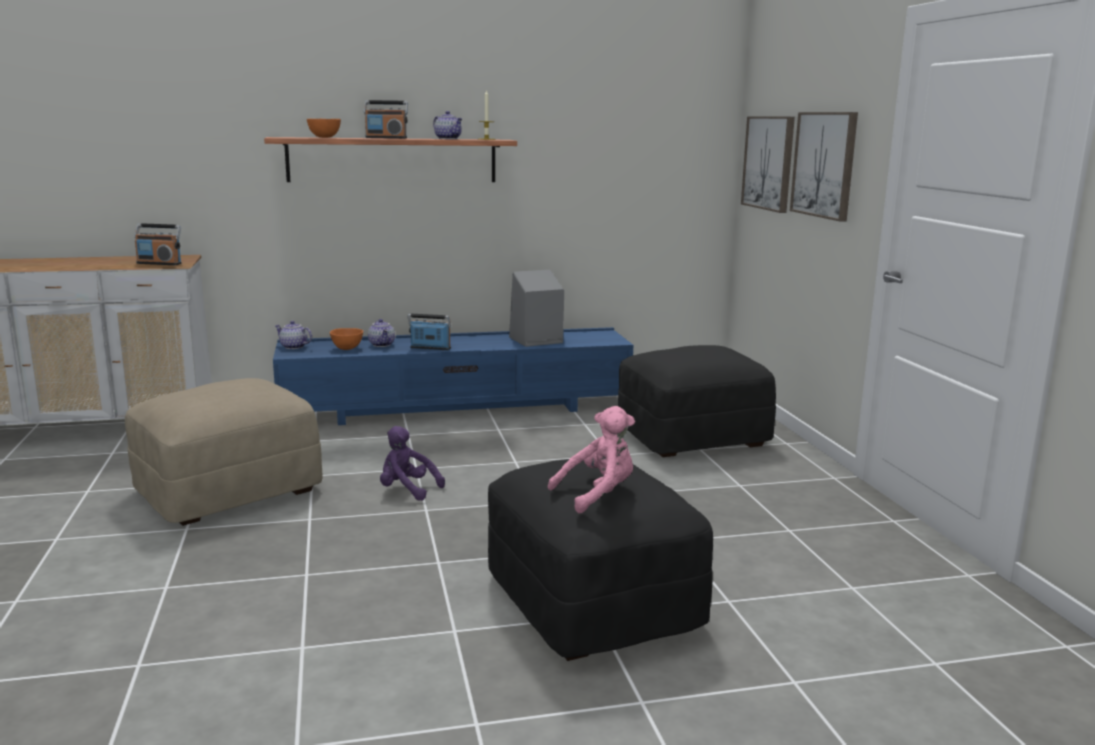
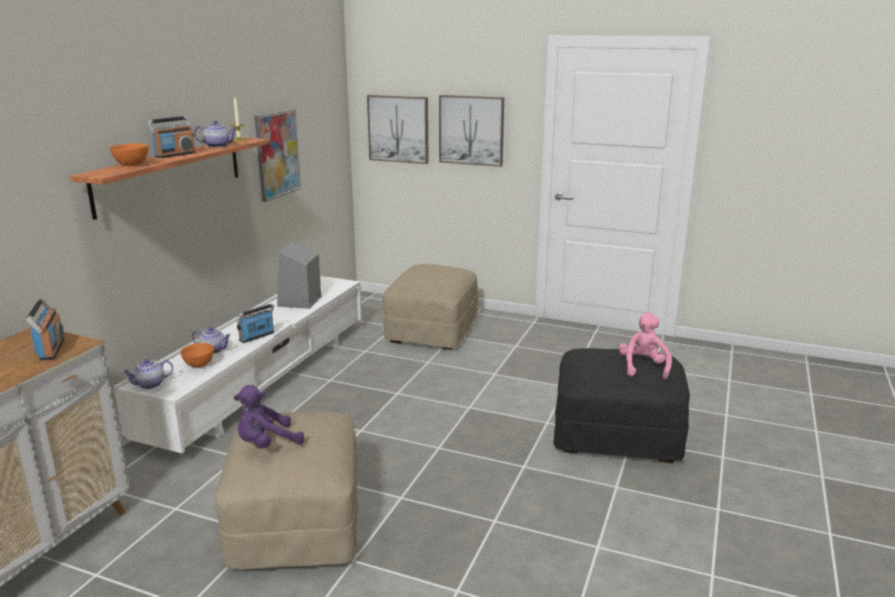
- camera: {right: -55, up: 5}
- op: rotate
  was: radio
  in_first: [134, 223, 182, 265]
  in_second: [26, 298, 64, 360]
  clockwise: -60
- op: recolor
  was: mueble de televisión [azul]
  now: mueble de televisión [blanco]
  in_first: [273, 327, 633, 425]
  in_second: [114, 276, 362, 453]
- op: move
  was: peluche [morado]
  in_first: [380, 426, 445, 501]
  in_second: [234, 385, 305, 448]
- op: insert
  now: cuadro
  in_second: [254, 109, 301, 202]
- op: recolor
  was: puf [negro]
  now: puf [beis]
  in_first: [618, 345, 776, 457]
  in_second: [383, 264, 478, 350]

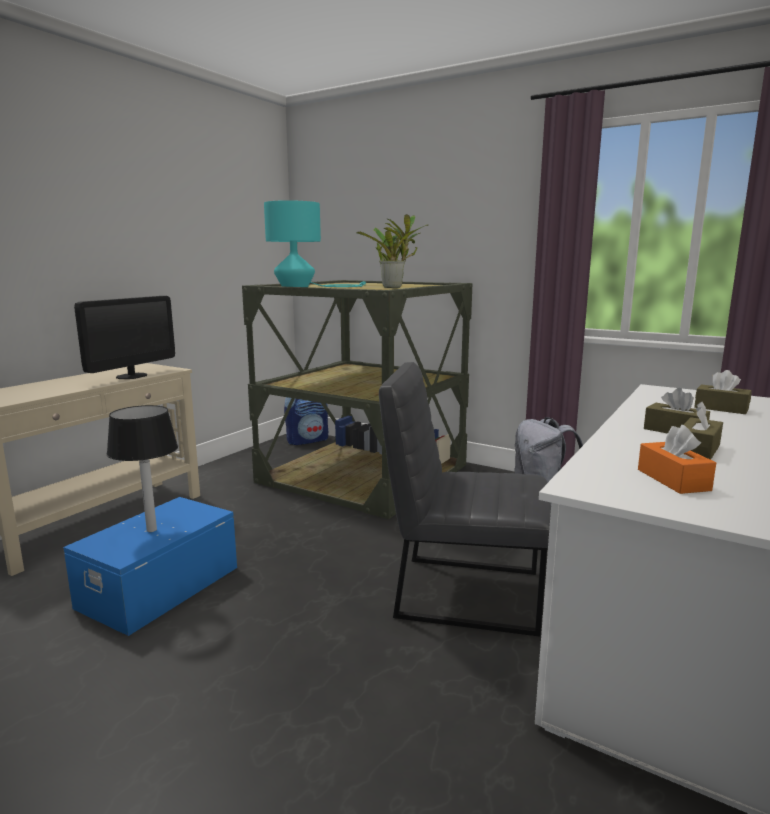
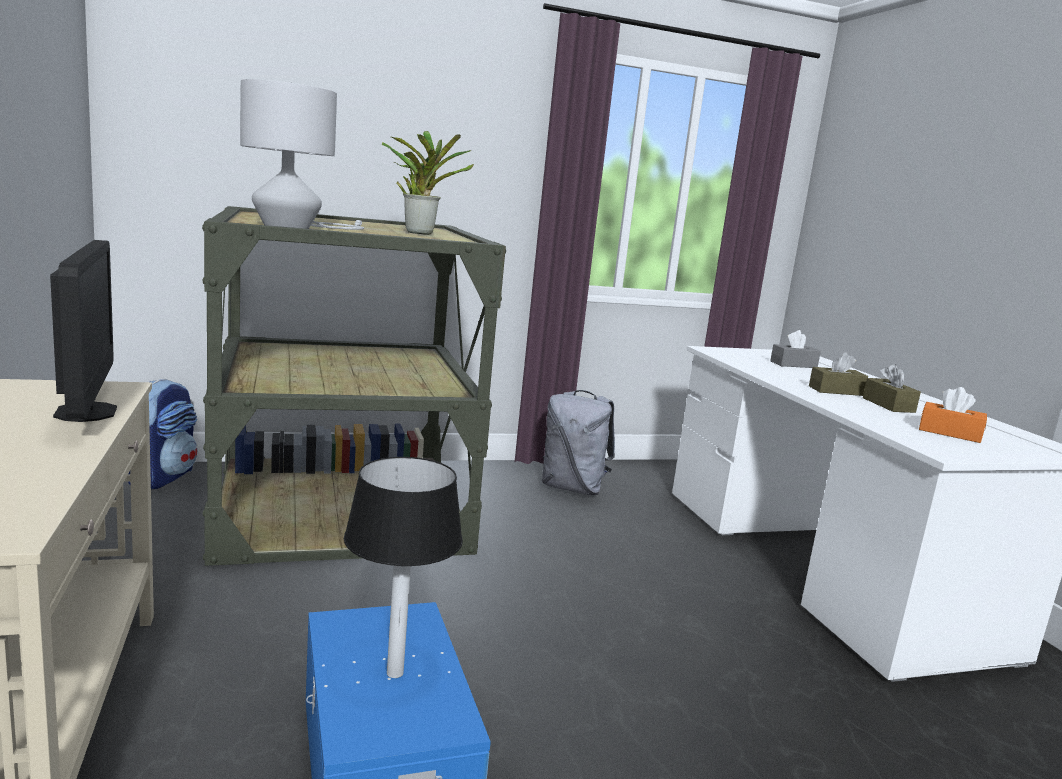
- camera: {right: -50, up: 0}
- op: recolor
  was: lámpara de mesa [turquesa]
  now: lámpara de mesa [gris]
  in_first: [264, 200, 366, 287]
  in_second: [240, 79, 364, 230]
- op: recolor
  was: caja de pañuelos [marrón]
  now: caja de pañuelos [gris]
  in_first: [694, 370, 752, 414]
  in_second: [770, 330, 821, 368]
- op: delete
  was: silla [gris]
  in_first: [379, 362, 551, 637]

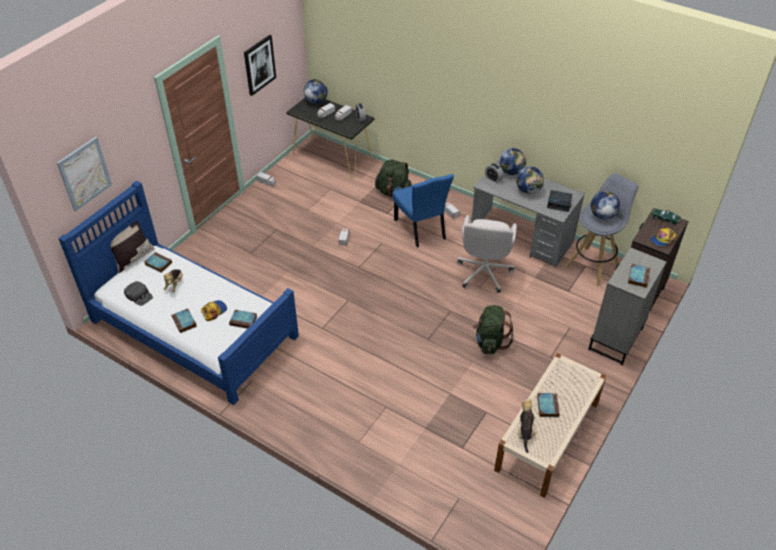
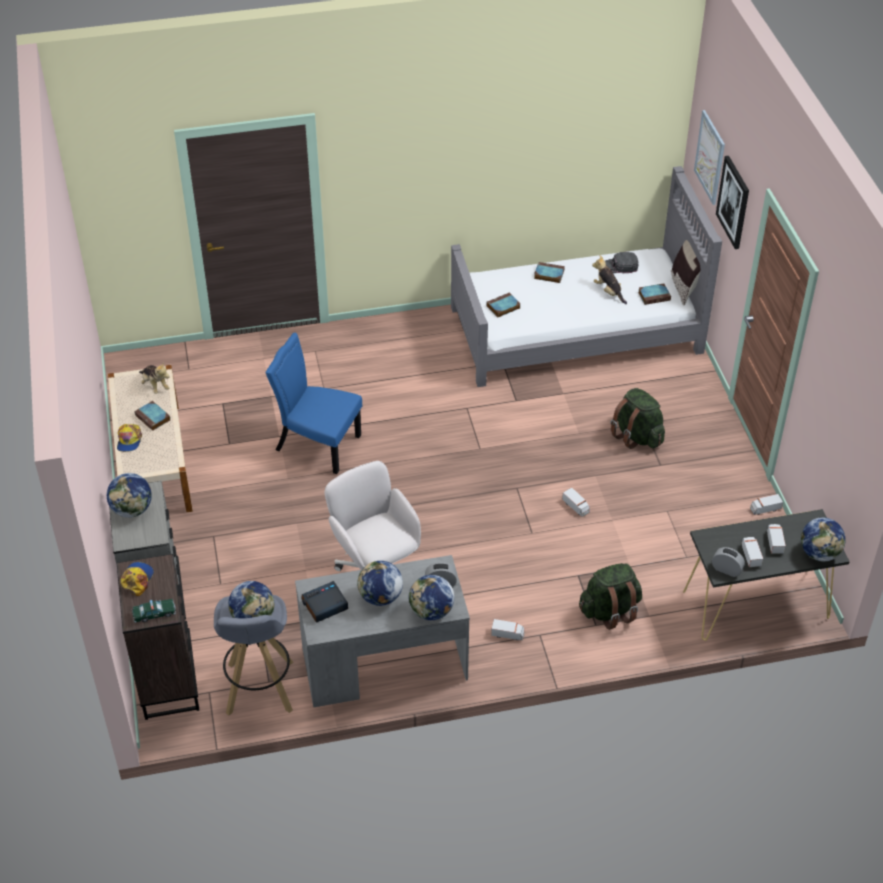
- camera: {right: 135, up: 0}
- op: replace
  was: libro
  now: globo terráqueo
  in_first: [628, 264, 650, 288]
  in_second: [107, 473, 152, 518]
- op: move
  was: gorra
  in_first: [201, 300, 227, 321]
  in_second: [117, 424, 142, 452]
- op: move
  was: silla [azul]
  in_first: [392, 174, 454, 248]
  in_second: [265, 333, 362, 474]
- op: recolor
  was: cama [azul]
  now: cama [gris]
  in_first: [58, 181, 299, 405]
  in_second: [451, 166, 722, 387]
- op: move
  was: mochila [verde]
  in_first: [473, 305, 514, 354]
  in_second: [611, 388, 665, 449]
- op: move
  was: cuadro
  in_first: [244, 35, 276, 96]
  in_second: [716, 156, 749, 249]

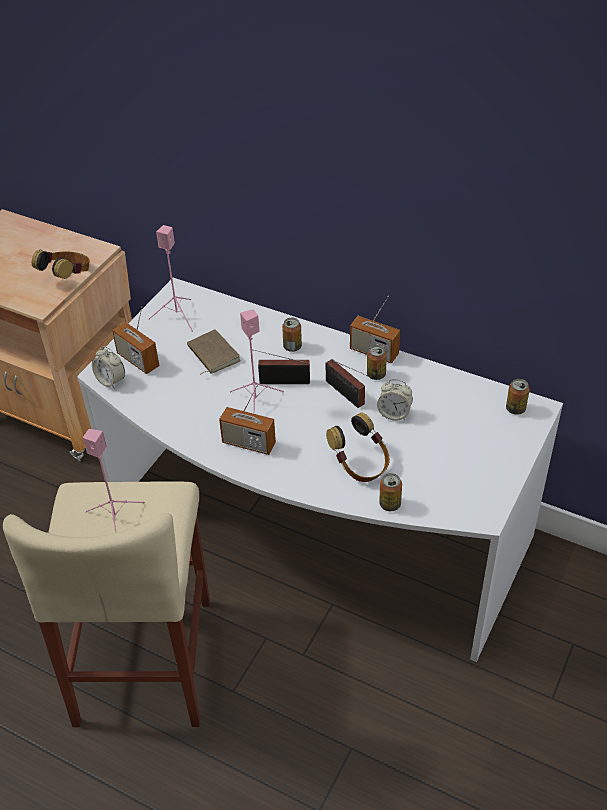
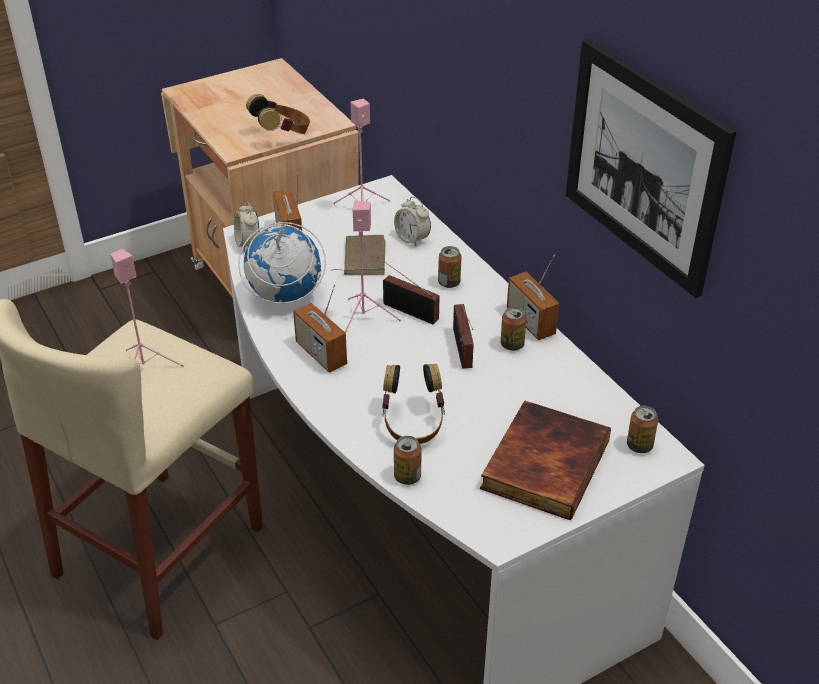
- camera: {right: 30, up: -5}
- op: insert
  now: globo terráqueo
  in_second: [238, 222, 326, 304]
- op: move
  was: despertador
  in_first: [377, 379, 413, 421]
  in_second: [394, 196, 431, 246]
- op: insert
  now: libro
  in_second: [480, 400, 611, 521]
- op: insert
  now: cuadro
  in_second: [566, 38, 737, 298]

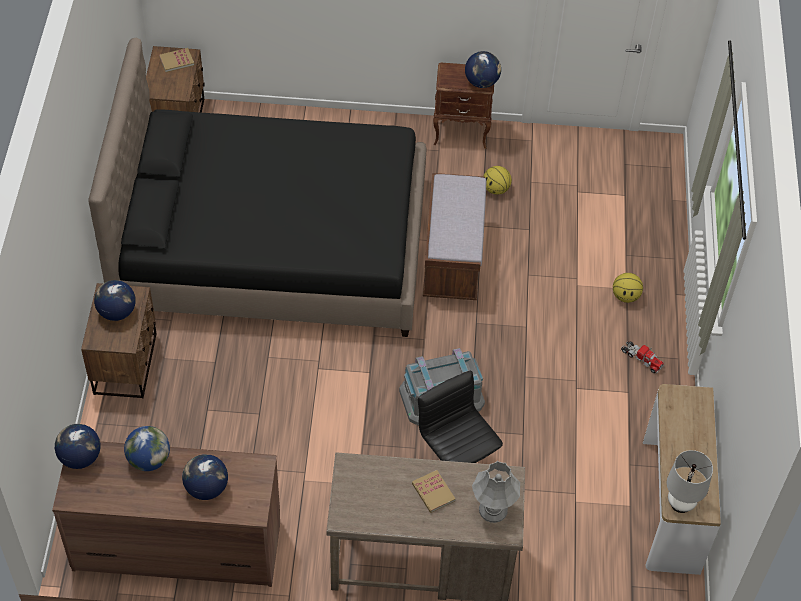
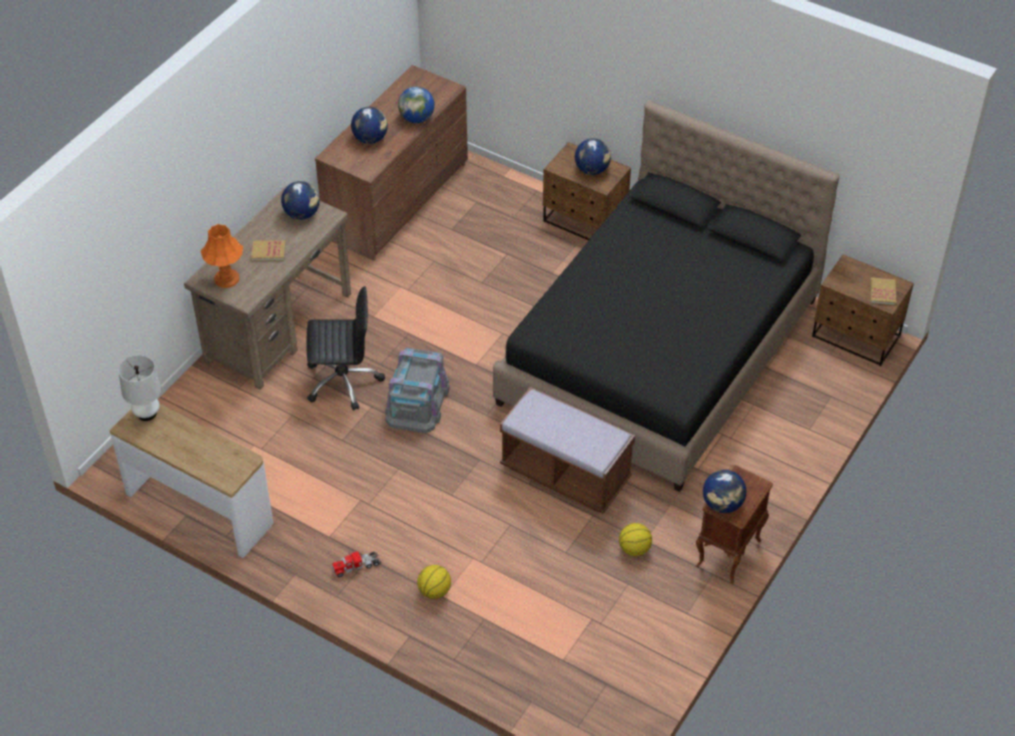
- camera: {right: 120, up: -5}
- op: recolor
  was: lámpara de mesa [gris]
  now: lámpara de mesa [naranja]
  in_first: [472, 461, 520, 523]
  in_second: [201, 224, 243, 288]
- op: move
  was: globo terráqueo
  in_first: [55, 424, 100, 469]
  in_second: [281, 181, 320, 220]

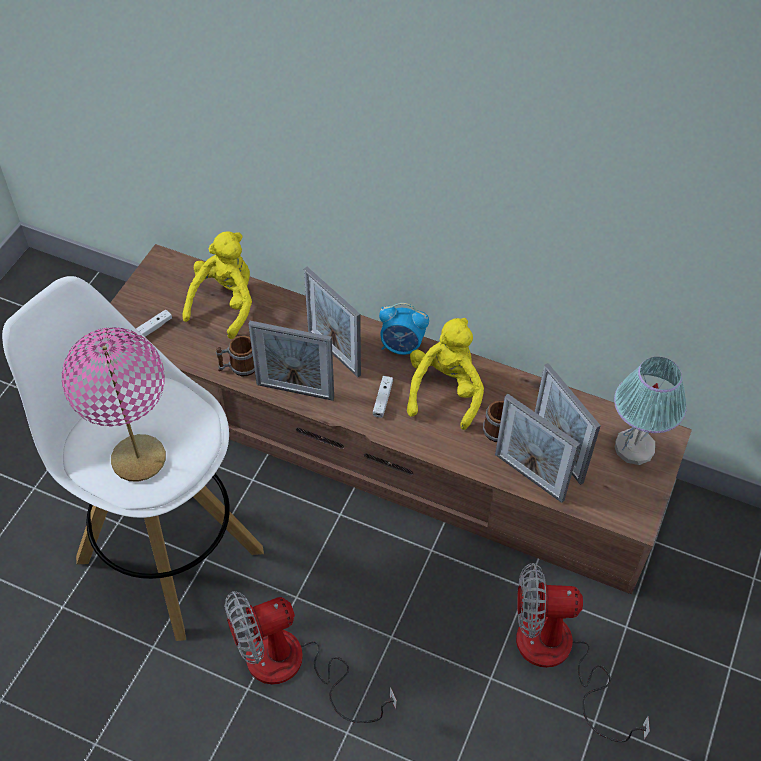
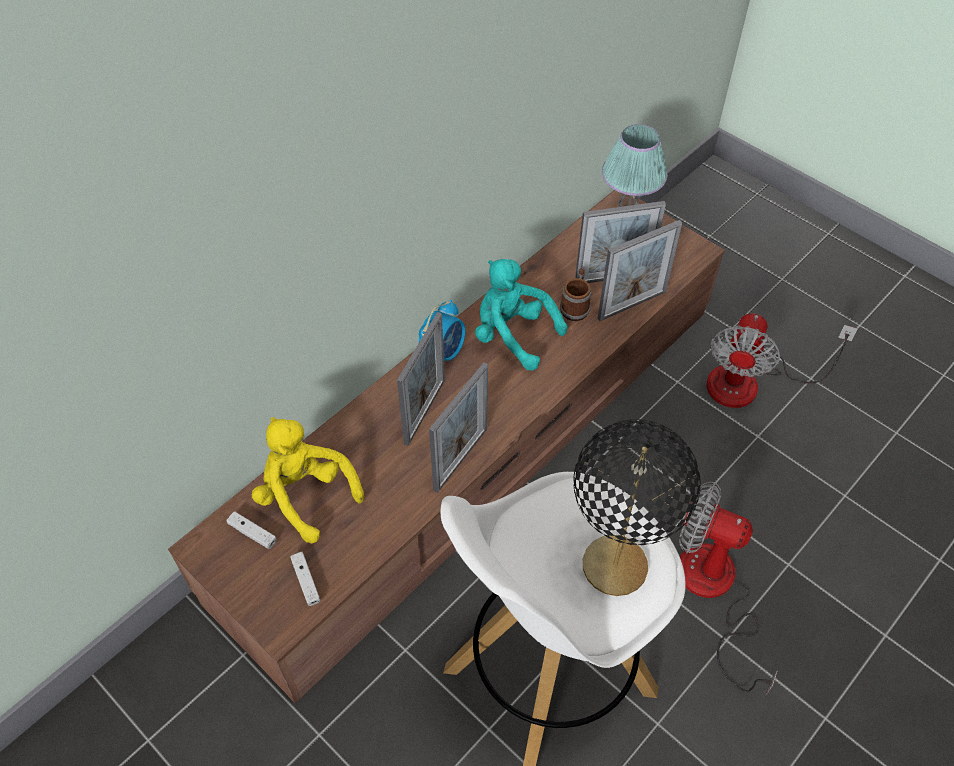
- camera: {right: -70, up: 0}
- op: move
  was: mando de consola [blanco]
  in_first: [373, 376, 393, 418]
  in_second: [226, 511, 277, 549]
- op: rotate
  was: portarretratos
  in_first: [304, 267, 361, 377]
  in_second: [397, 312, 445, 446]
  clockwise: -45
- op: recolor
  was: peluche [amarillo]
  now: peluche [turquesa]
  in_first: [407, 318, 484, 430]
  in_second: [475, 259, 567, 371]
- op: recolor
  was: lámpara de mesa [rosa]
  now: lámpara de mesa [negro]
  in_first: [62, 327, 166, 482]
  in_second: [573, 419, 701, 596]
- op: rotate
  was: ventilador
  in_first: [224, 591, 397, 723]
  in_second: [679, 481, 778, 694]
  clockwise: 120
- op: delete
  was: taza grande
  in_first: [216, 336, 255, 376]

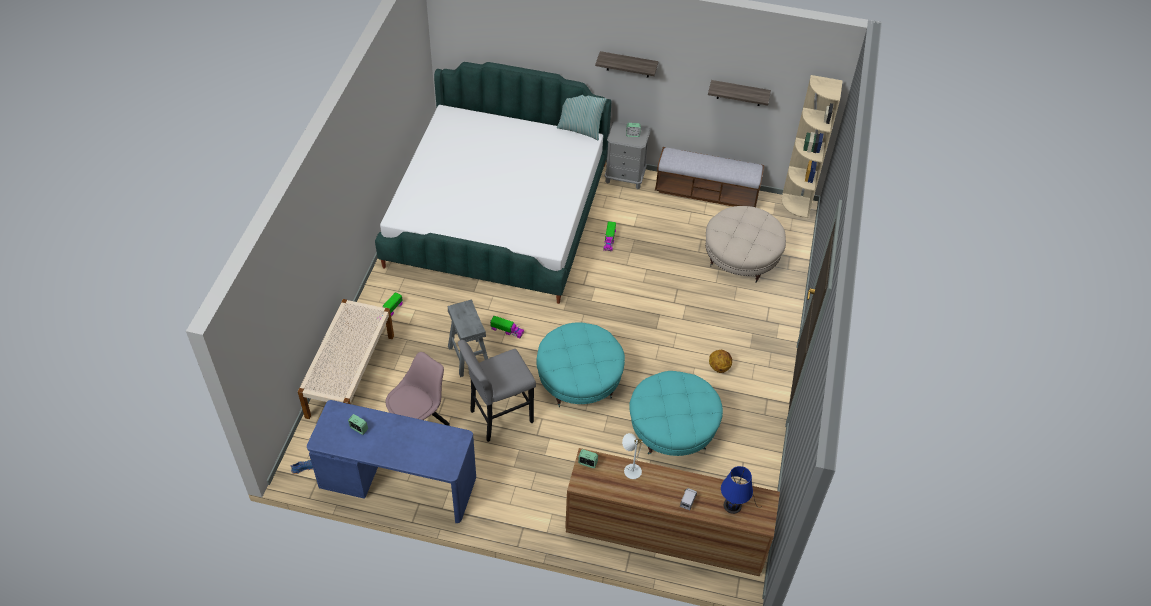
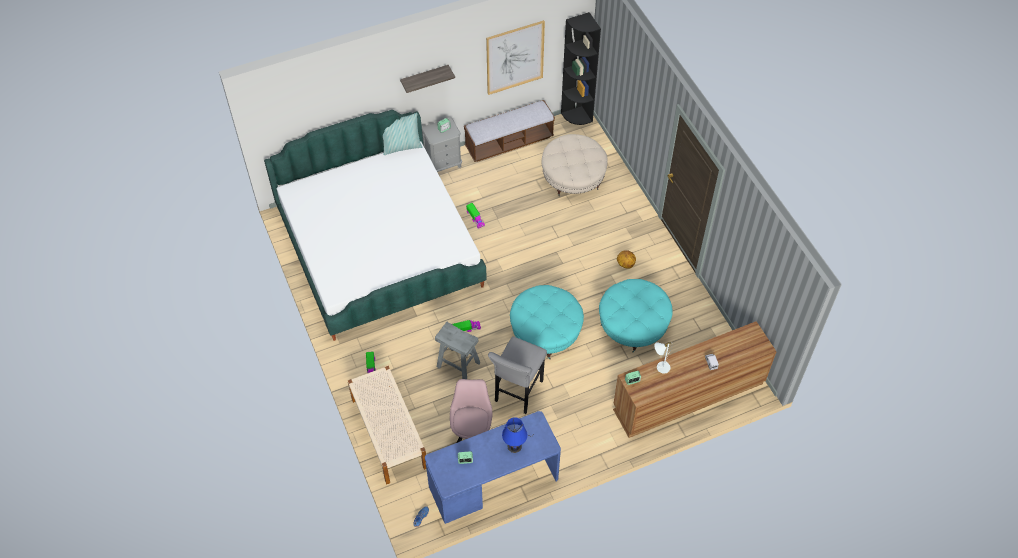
- camera: {right: -35, up: 5}
- op: replace
  was: estante
  now: cuadro
  in_first: [708, 80, 771, 106]
  in_second: [486, 20, 545, 95]
- op: move
  was: lámpara de mesa [azul]
  in_first: [721, 466, 762, 514]
  in_second: [502, 417, 532, 453]
- op: recolor
  was: estantería [beis]
  now: estantería [negro]
  in_first: [782, 75, 843, 218]
  in_second: [561, 12, 601, 125]

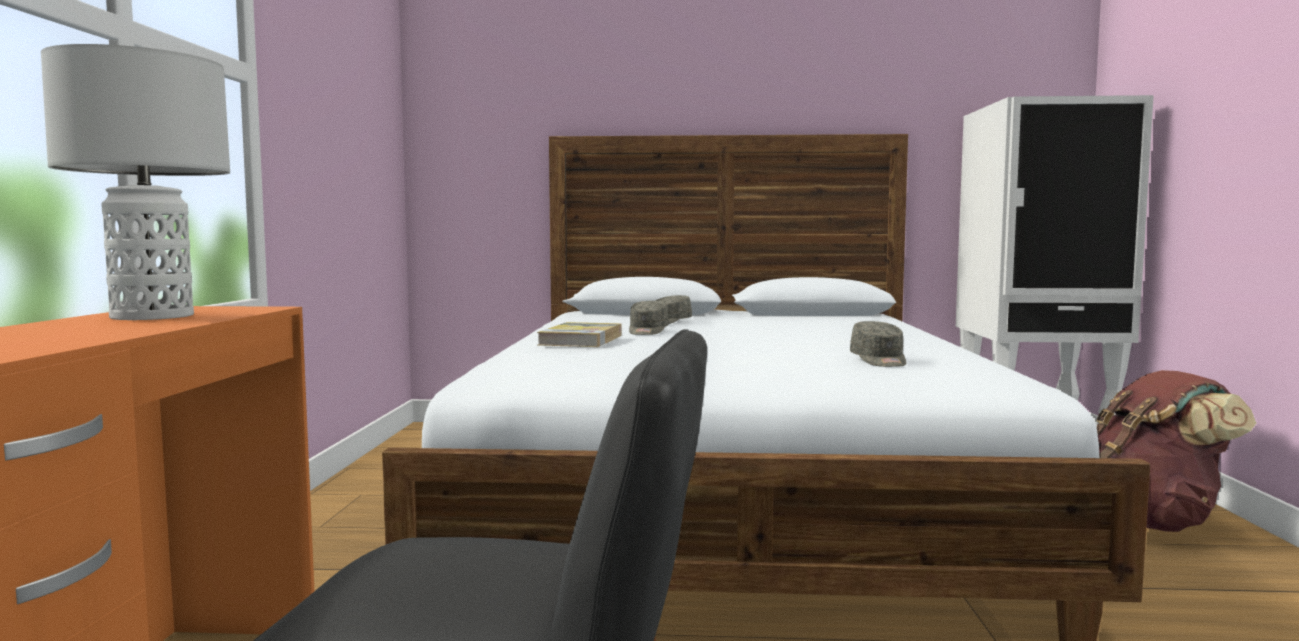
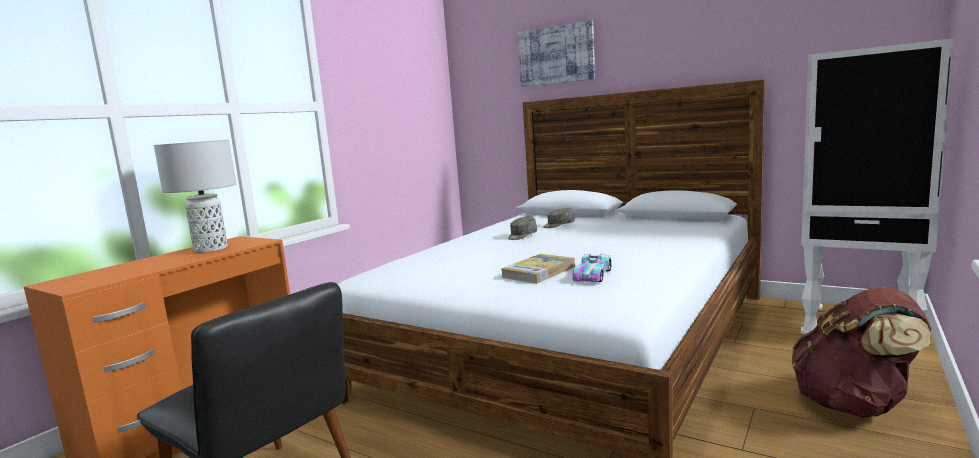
- camera: {right: 30, up: 5}
- op: move
  was: libro
  in_first: [537, 322, 622, 347]
  in_second: [501, 254, 575, 284]
- op: insert
  now: cuadro
  in_second: [517, 20, 595, 87]
- op: replace
  was: gorra [gris]
  now: coche de juguete
  in_first: [850, 321, 906, 367]
  in_second: [573, 253, 611, 282]

